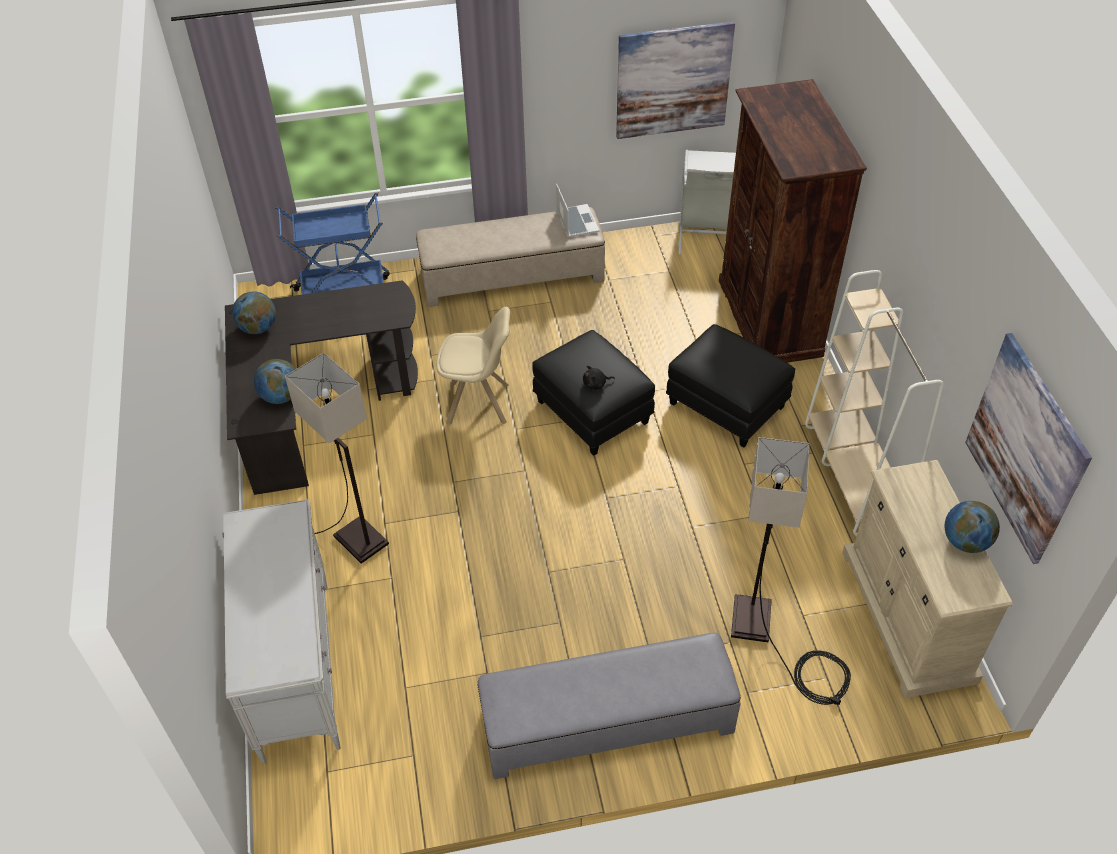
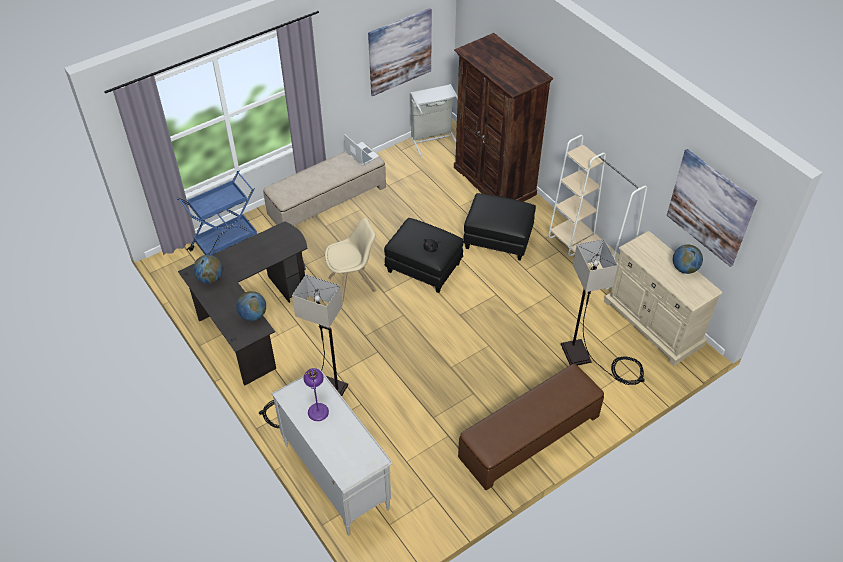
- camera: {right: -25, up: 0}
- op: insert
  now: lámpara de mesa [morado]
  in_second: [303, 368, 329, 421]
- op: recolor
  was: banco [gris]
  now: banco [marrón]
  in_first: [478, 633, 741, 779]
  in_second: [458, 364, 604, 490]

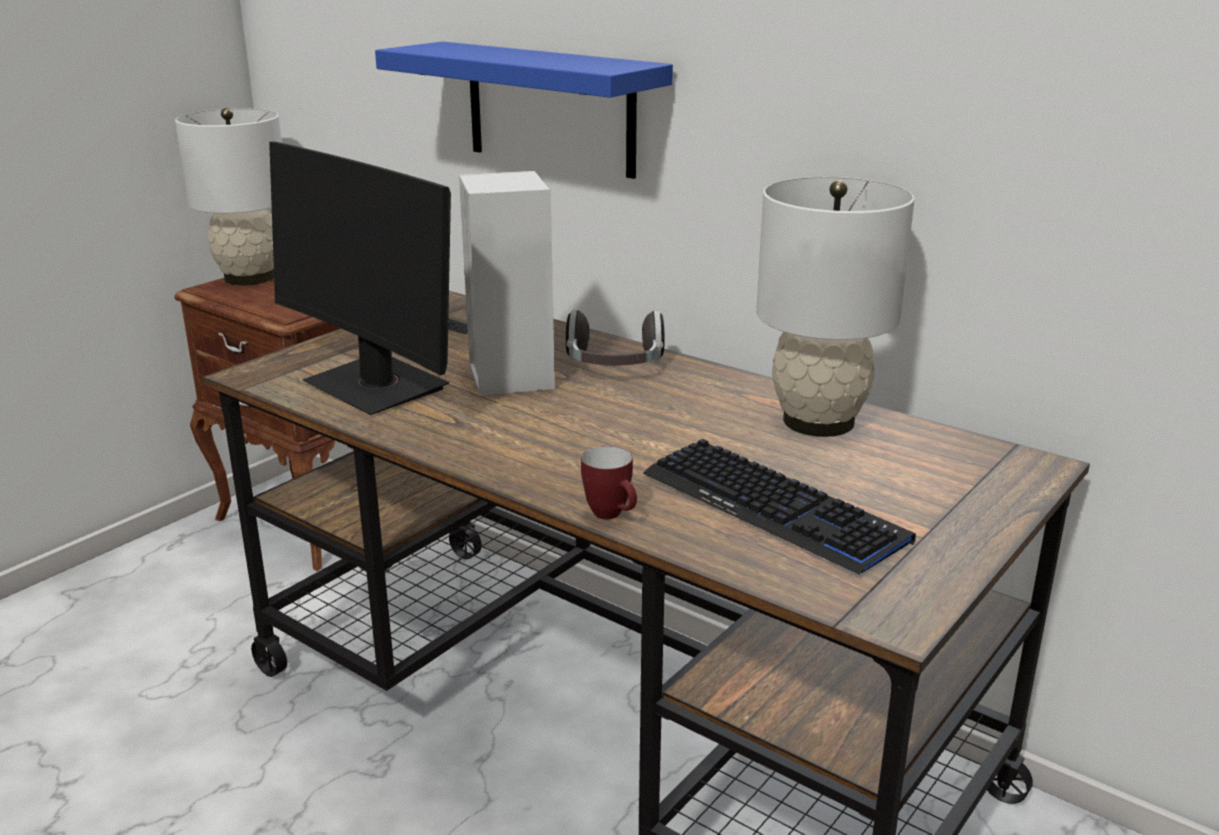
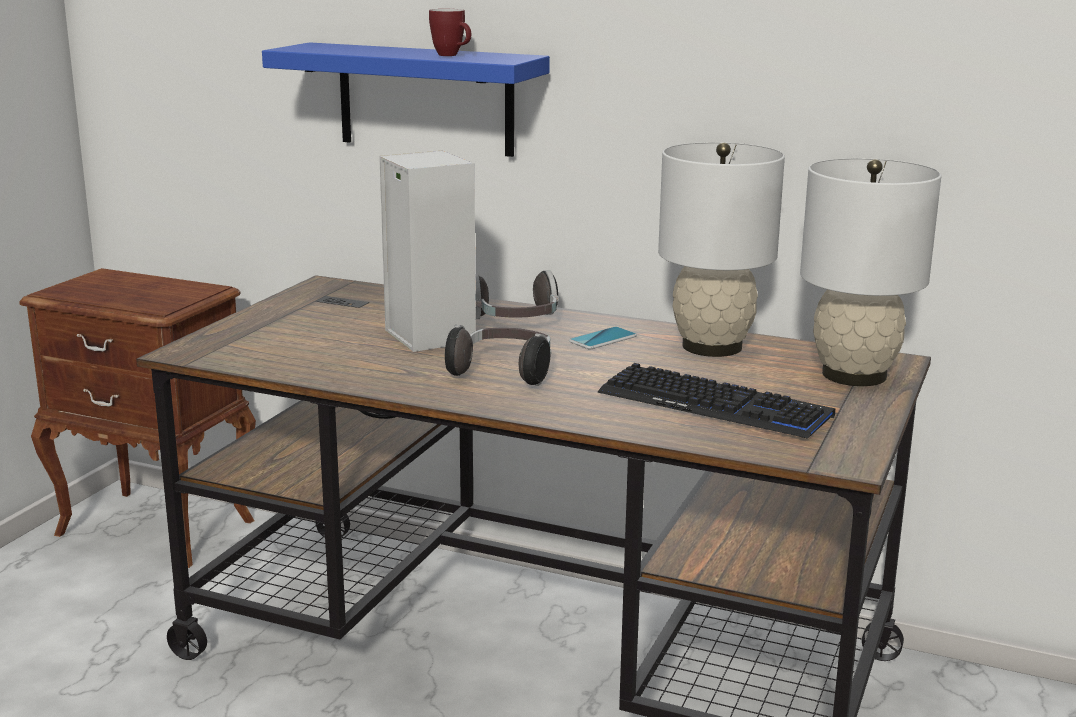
- camera: {right: -15, up: -5}
- op: move
  was: taza grande
  in_first: [581, 446, 637, 519]
  in_second: [429, 9, 471, 56]
- op: insert
  now: auriculares
  in_second: [445, 325, 552, 386]
- op: insert
  now: móvil
  in_second: [569, 327, 637, 349]
- op: move
  was: lámpara de mesa [blanco]
  in_first: [175, 108, 282, 285]
  in_second: [800, 158, 942, 386]
- op: delete
  was: monitor
  in_first: [269, 142, 451, 415]

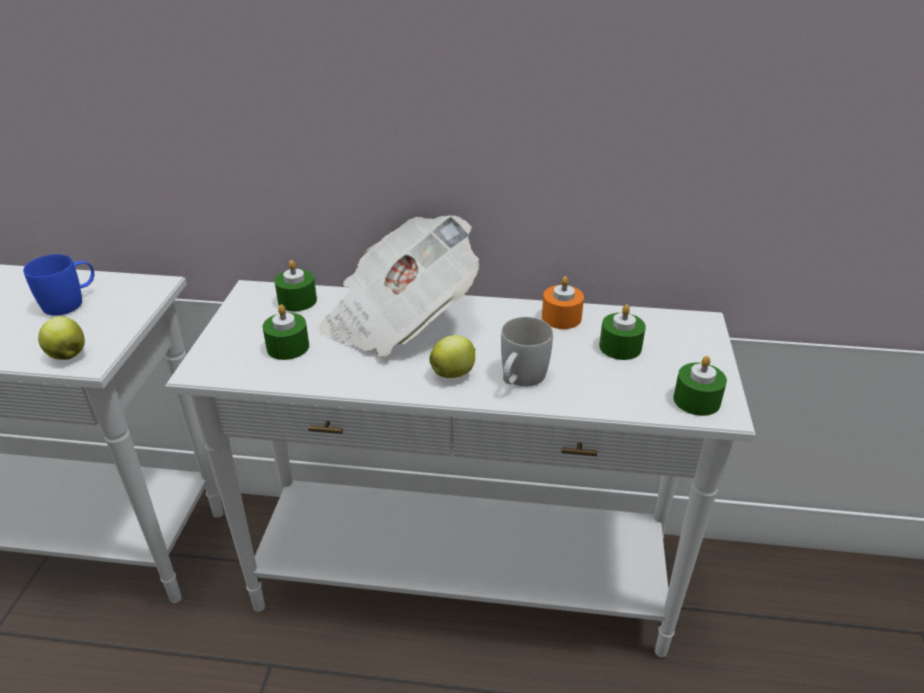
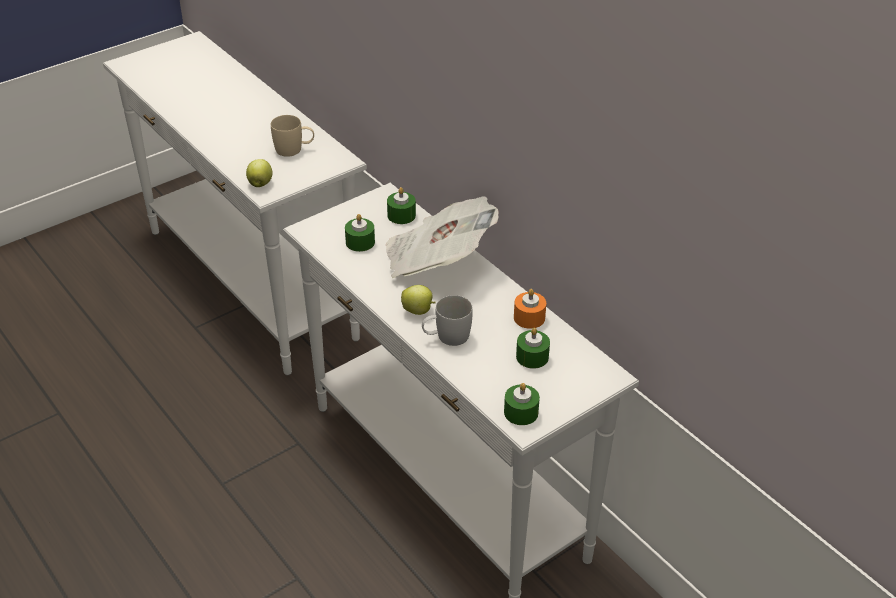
- camera: {right: 45, up: 5}
- op: recolor
  was: taza grande [azul]
  now: taza grande [beis]
  in_first: [23, 254, 94, 315]
  in_second: [271, 115, 314, 157]

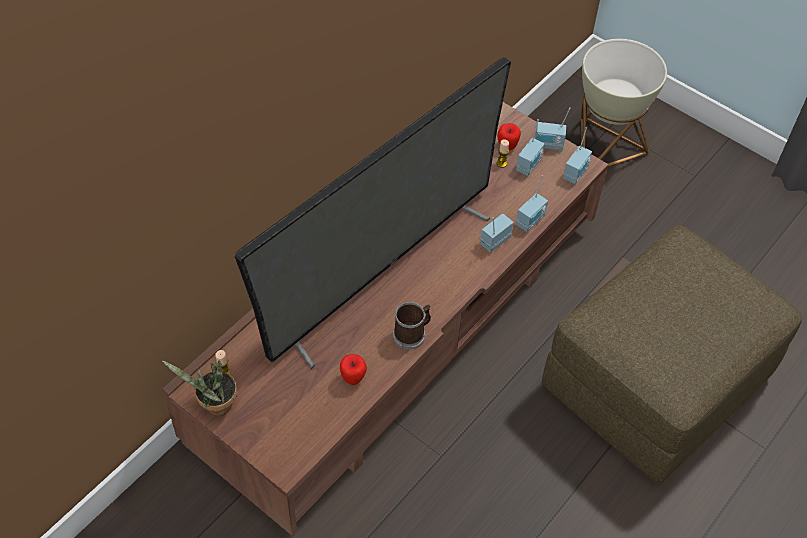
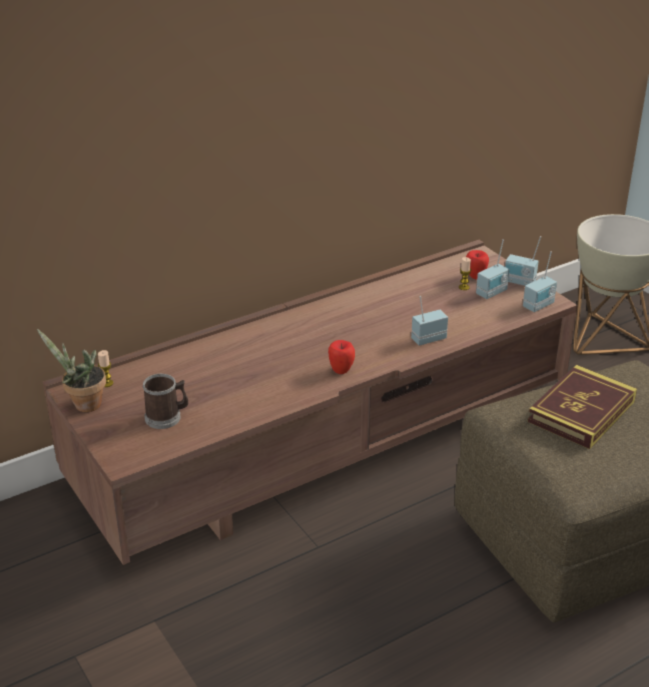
- camera: {right: 20, up: -20}
- op: move
  was: taza grande
  in_first: [393, 302, 431, 350]
  in_second: [142, 374, 188, 429]
- op: move
  was: manzana
  in_first: [340, 354, 367, 385]
  in_second: [328, 340, 355, 374]
- op: insert
  now: libro
  in_second: [528, 365, 637, 449]
- op: delete
  was: televisor
  in_first: [234, 57, 511, 369]
- op: delete
  was: radio
  in_first: [516, 175, 548, 232]

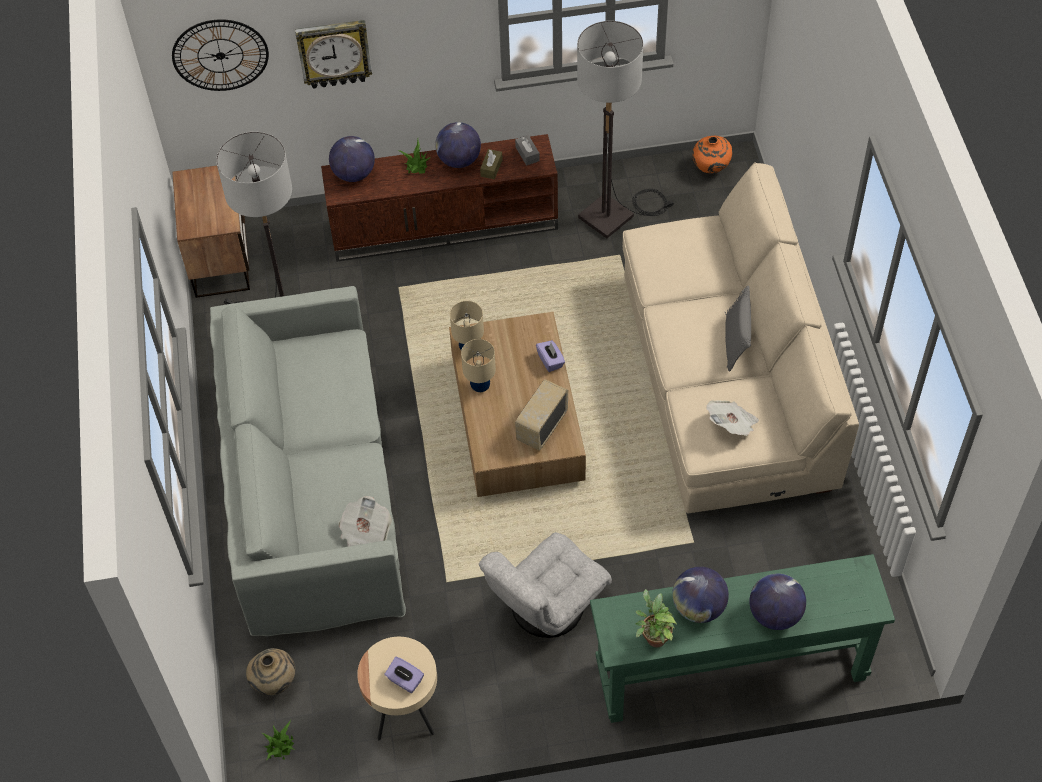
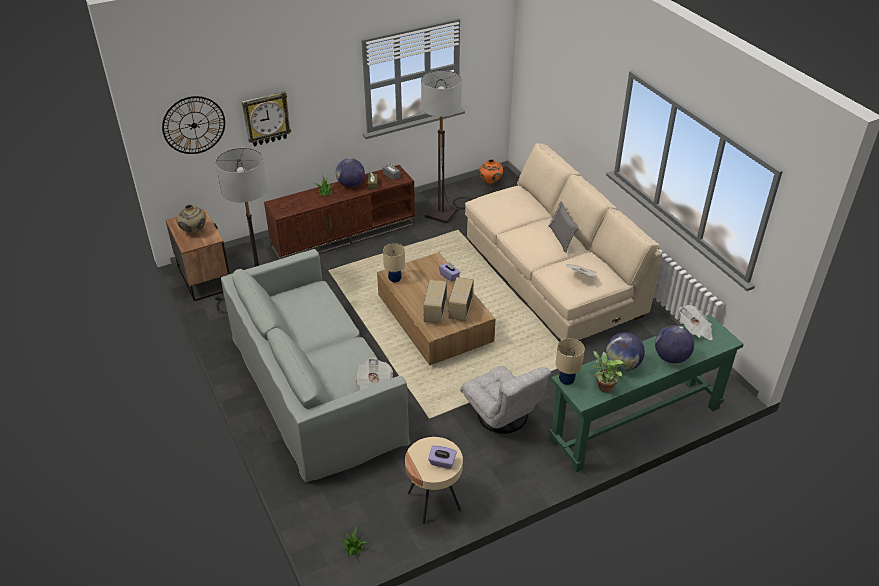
- camera: {right: -20, up: -15}
- op: move
  was: florero [beis]
  in_first: [246, 648, 296, 695]
  in_second: [176, 205, 206, 233]
- op: insert
  now: radio
  in_second: [423, 280, 447, 323]
- op: rotate
  was: sillón [gris]
  in_first: [479, 532, 612, 638]
  in_second: [460, 366, 551, 434]
  clockwise: -60
- op: move
  was: lámpara de mesa [beis]
  in_first: [461, 339, 496, 392]
  in_second: [556, 338, 585, 385]
- op: insert
  now: periódico
  in_second: [679, 305, 713, 340]
- op: delete
  was: globo terráqueo
  in_first: [329, 136, 375, 182]

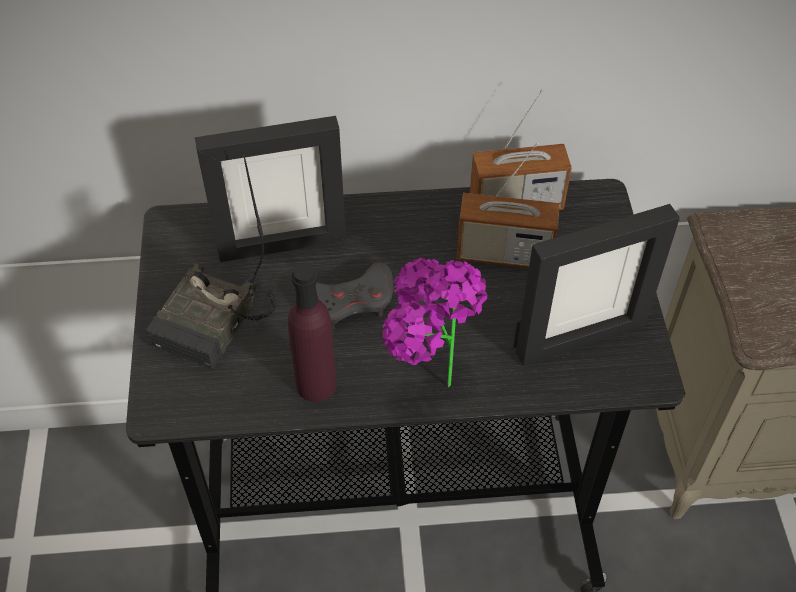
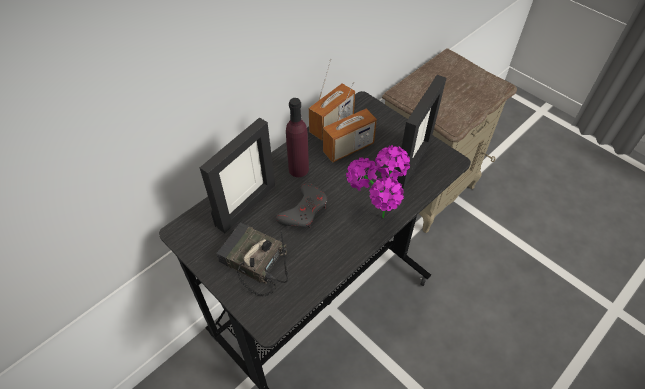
- camera: {right: -40, up: 0}
- op: rotate
  was: radio
  in_first: [145, 155, 276, 370]
  in_second: [216, 222, 288, 297]
  clockwise: 135
- op: move
  was: botella [morado]
  in_first: [288, 264, 337, 402]
  in_second: [286, 98, 309, 177]

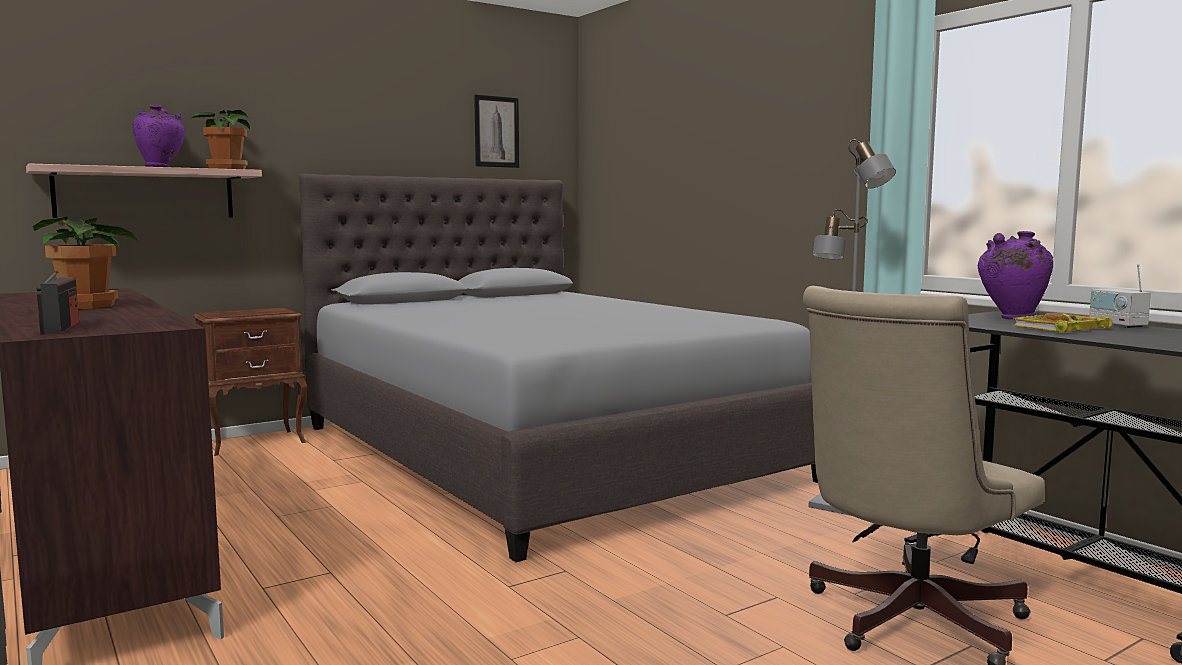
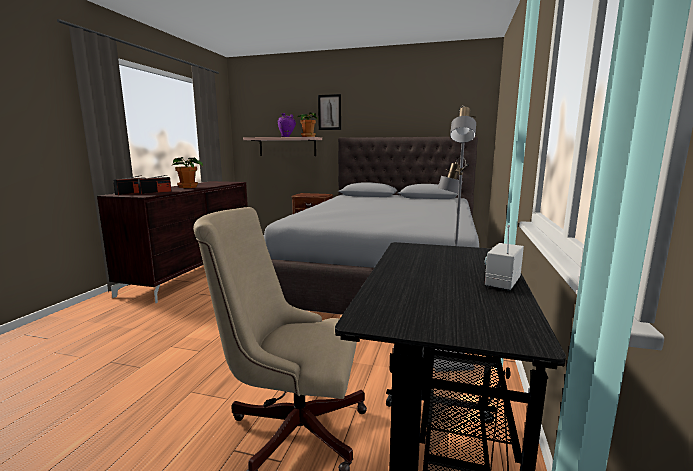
- camera: {right: 50, up: 5}
- op: insert
  now: radio
  in_second: [138, 175, 172, 194]
- op: move
  was: cuadro
  in_first: [474, 94, 519, 168]
  in_second: [318, 94, 341, 130]
- op: delete
  was: florero [morado]
  in_first: [978, 231, 1053, 319]
- op: delete
  was: libro
  in_first: [1013, 313, 1113, 333]

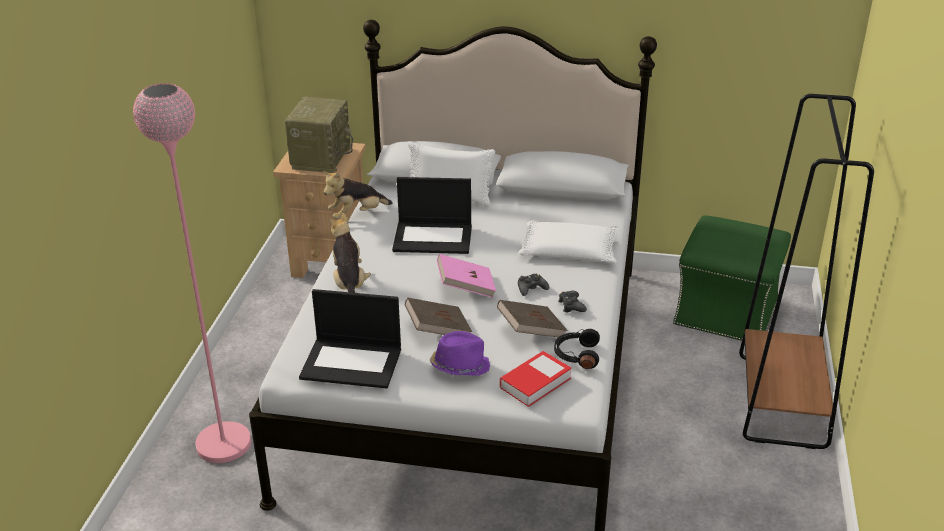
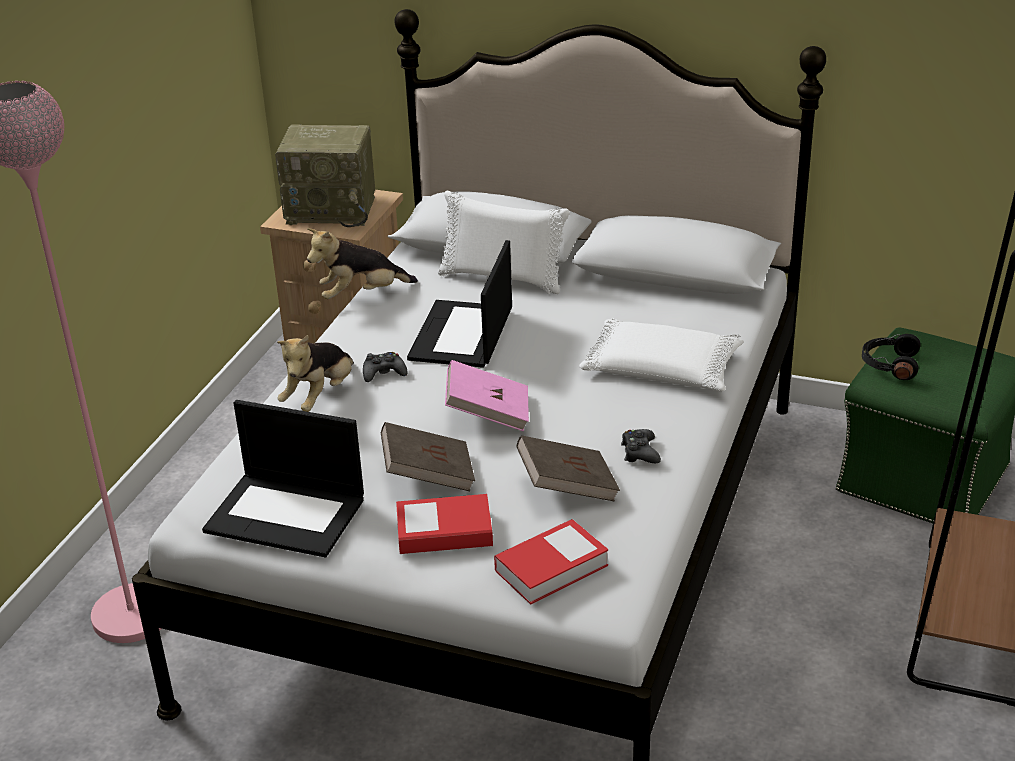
- camera: {right: 10, up: 0}
- op: rotate
  was: radio
  in_first: [285, 97, 353, 173]
  in_second: [275, 124, 375, 227]
  clockwise: 75
- op: rotate
  was: peluche
  in_first: [330, 213, 371, 293]
  in_second: [277, 335, 354, 412]
  clockwise: -150
- op: move
  was: mando de consola [negro]
  in_first: [518, 273, 549, 296]
  in_second: [363, 352, 408, 382]
- op: replace
  was: sombrero [morado]
  now: libro
  in_first: [430, 331, 490, 376]
  in_second: [396, 494, 493, 554]
- op: rotate
  was: portátil
  in_first: [392, 177, 472, 254]
  in_second: [407, 240, 512, 368]
  clockwise: 90
- op: move
  was: auriculares [negro]
  in_first: [554, 329, 600, 369]
  in_second: [862, 334, 921, 380]

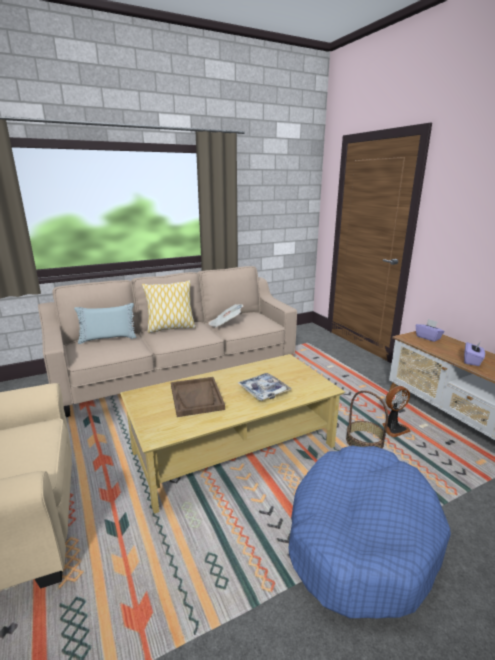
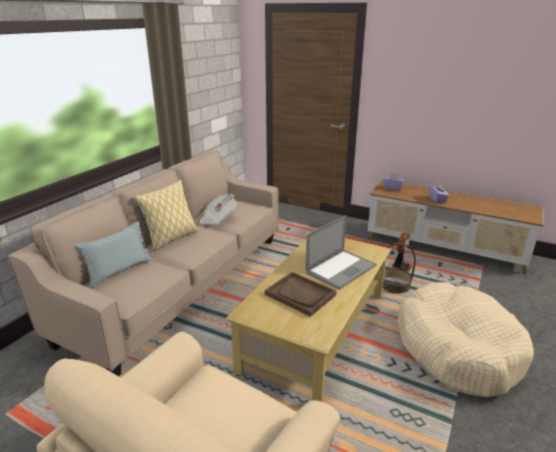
- camera: {right: -35, up: 5}
- op: replace
  was: bandeja
  now: portátil
  in_first: [238, 373, 292, 401]
  in_second: [305, 215, 376, 290]
- op: recolor
  was: cama para perro [azul]
  now: cama para perro [beis]
  in_first: [288, 446, 451, 618]
  in_second: [398, 282, 534, 398]

